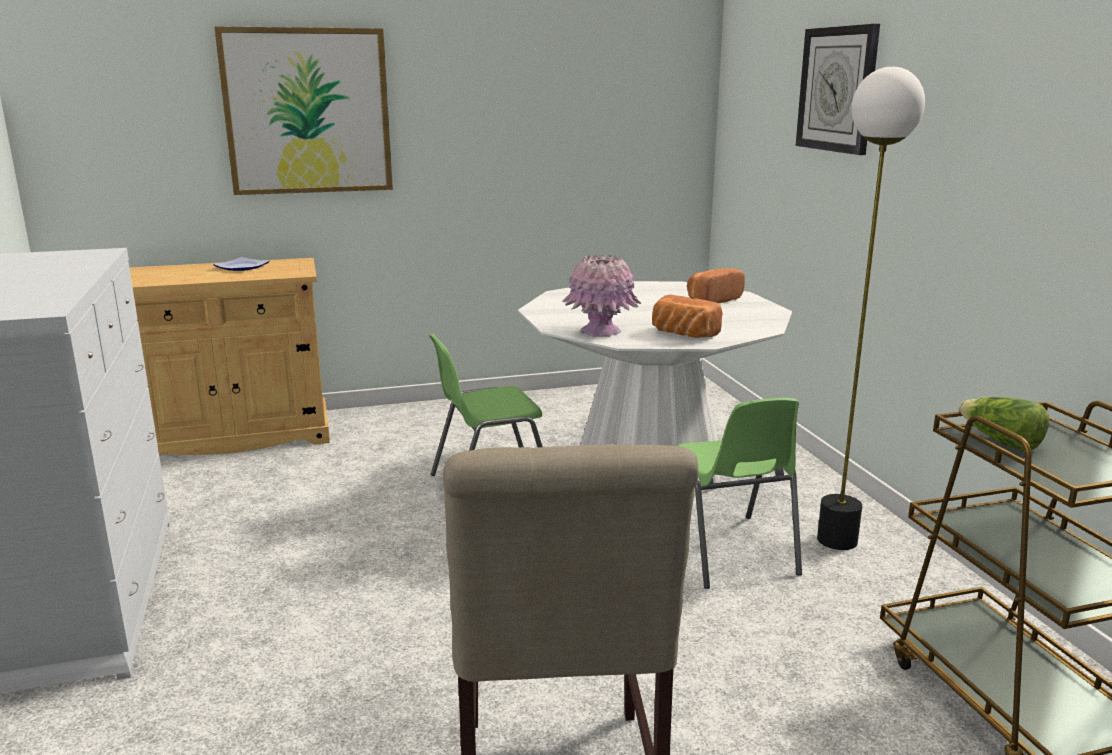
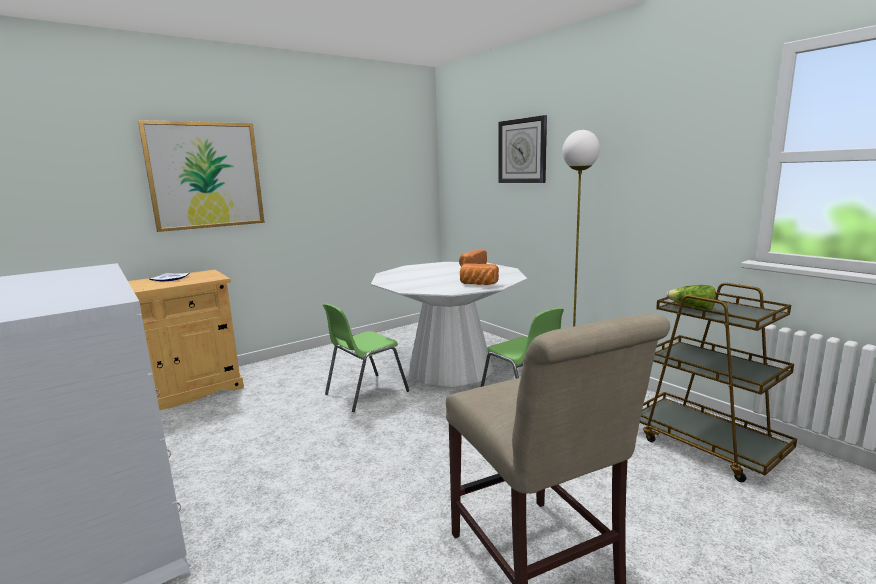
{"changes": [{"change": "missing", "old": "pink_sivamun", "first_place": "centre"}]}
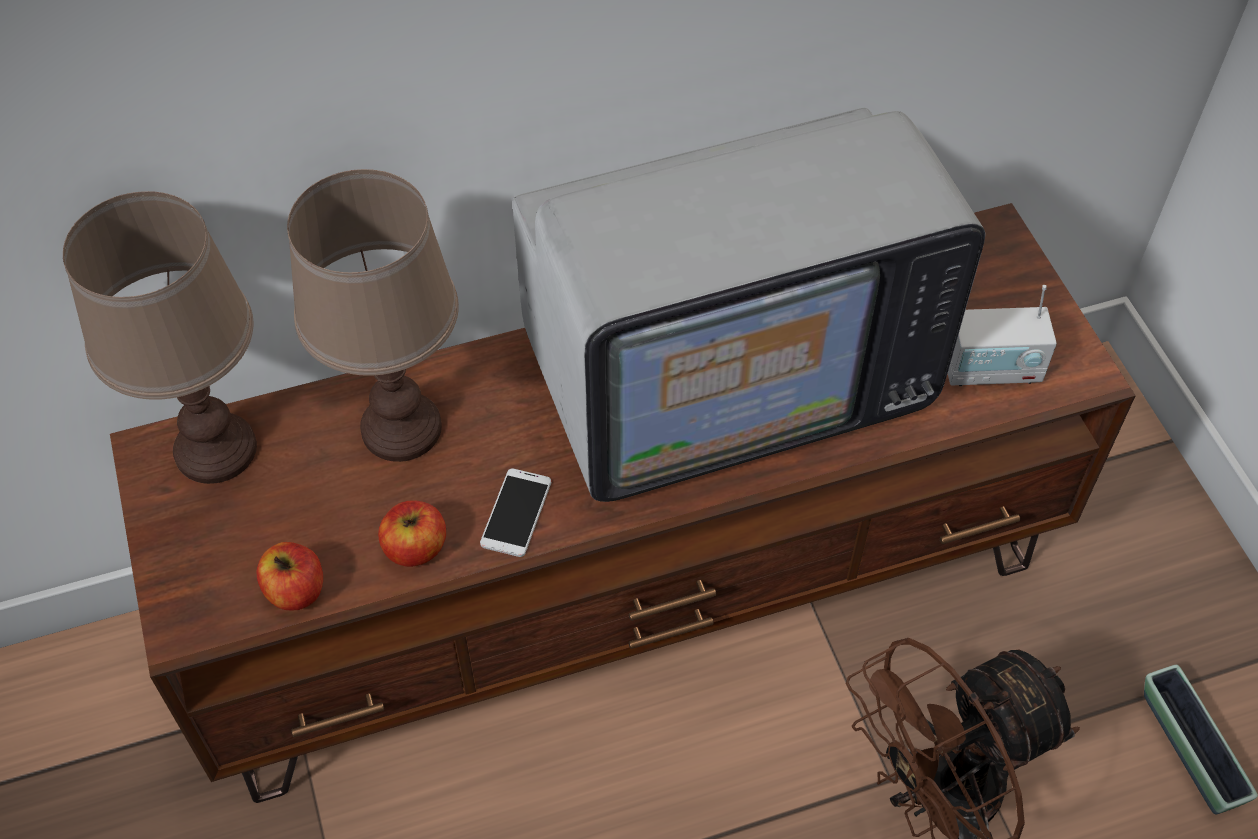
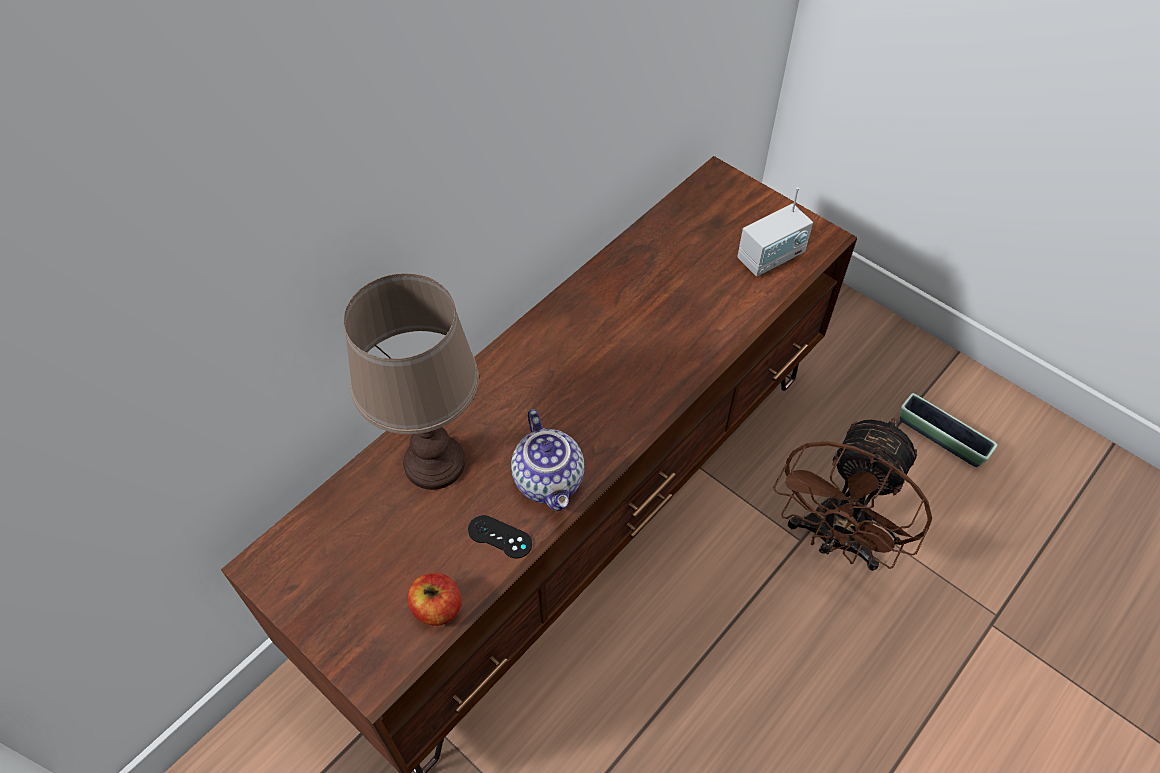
{"changes": [{"change": "exchanged", "old": "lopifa (no. 2 from left)", "new": "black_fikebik", "first_place": "middle left", "second_place": "bottom centre"}, {"change": "exchanged", "old": "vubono", "new": "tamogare", "first_place": "centre", "second_place": "centre"}, {"change": "missing", "old": "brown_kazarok (no. 1 from left)", "first_place": "middle left"}, {"change": "missing", "old": "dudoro", "first_place": "centre"}]}
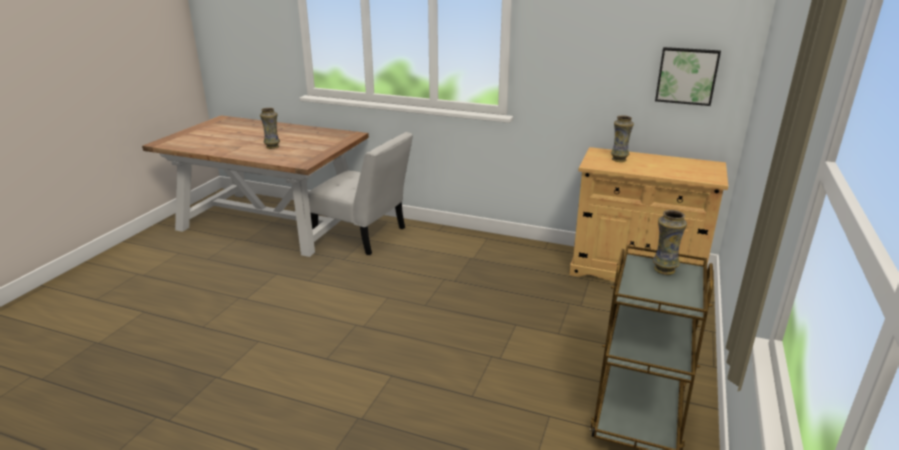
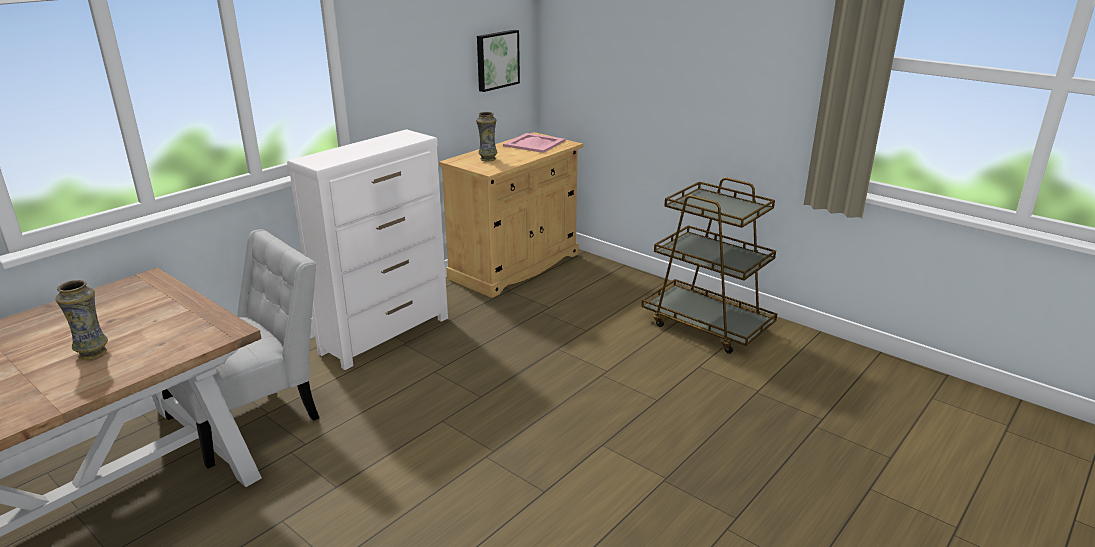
{"changes": [{"change": "appeared", "new": "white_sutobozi", "second_place": "centre"}, {"change": "appeared", "new": "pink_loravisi", "second_place": "top centre"}, {"change": "missing", "old": "sivamun (no. 3 from left)", "first_place": "middle right"}]}
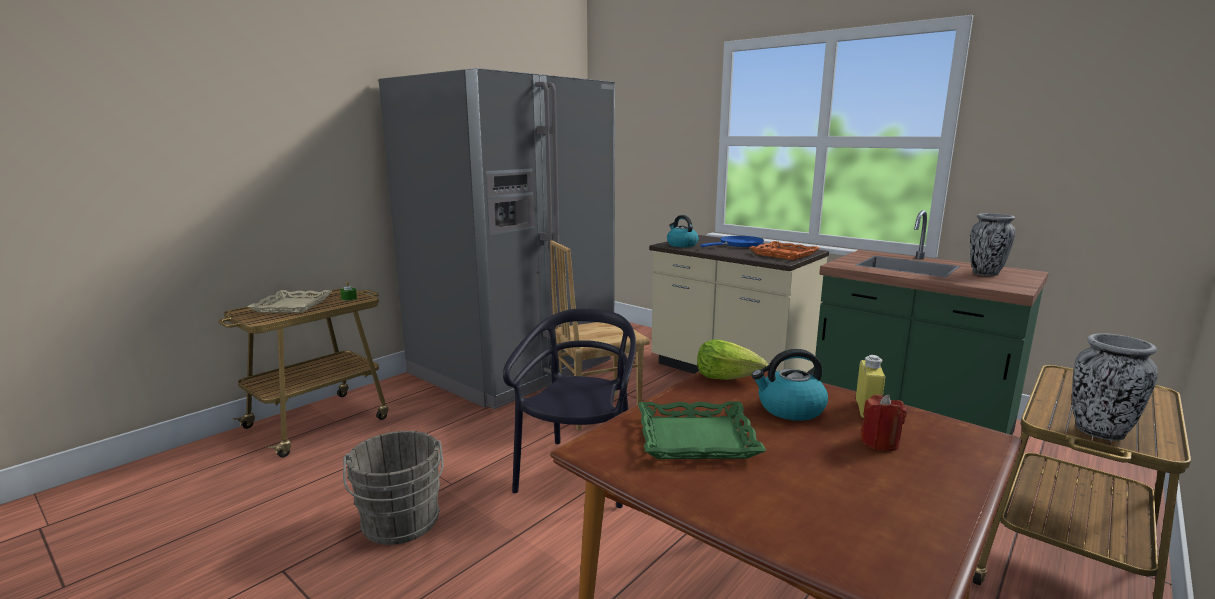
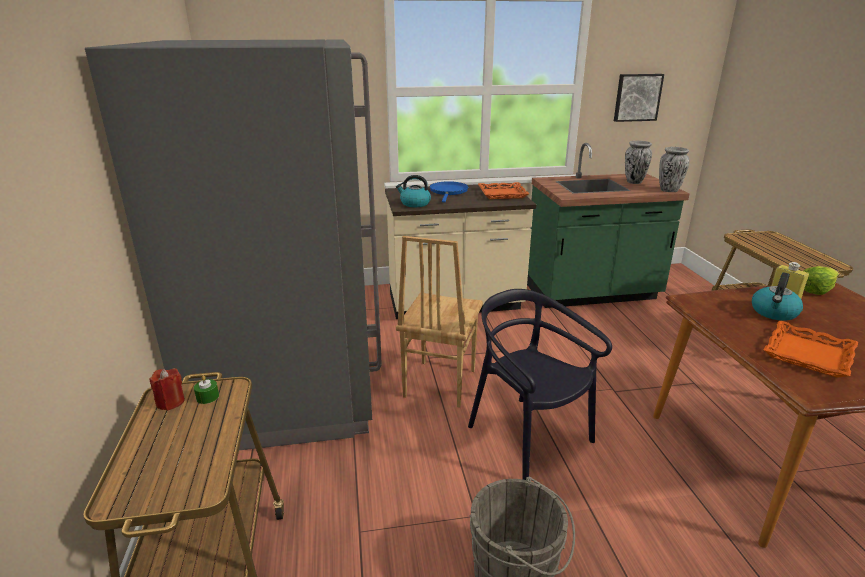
{"changes": [{"change": "relocated", "old": "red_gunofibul", "first_place": "bottom right", "second_place": "bottom left"}, {"change": "appeared", "new": "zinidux", "second_place": "top right"}, {"change": "relocated", "old": "sivamun (no. 2 from left)", "first_place": "middle right", "second_place": "top right"}, {"change": "colour", "old": "green_loravisi", "new": "orange_loravisi (no. 2 from left)", "first_place": "bottom centre", "second_place": "middle right"}, {"change": "relocated", "old": "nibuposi", "first_place": "centre", "second_place": "middle right"}, {"change": "missing", "old": "beige_loravisi", "first_place": "middle left"}]}
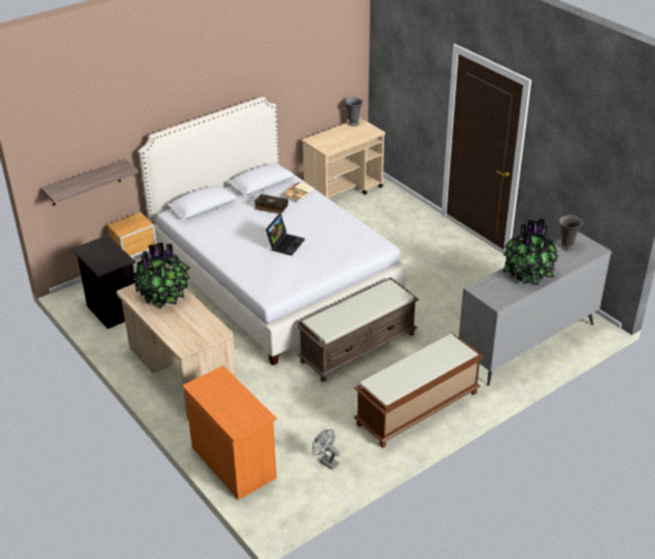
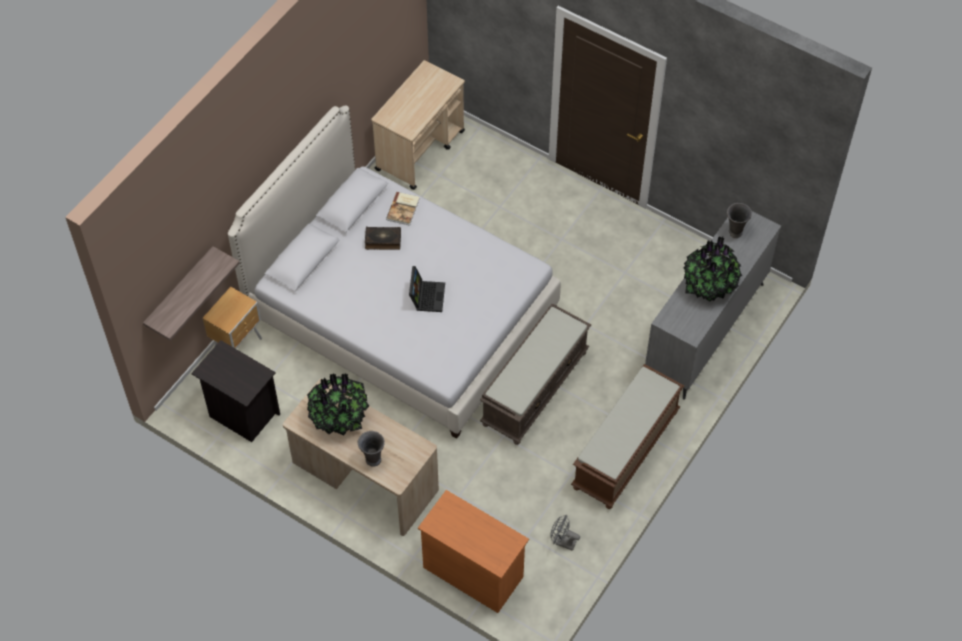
{"changes": [{"change": "relocated", "old": "grey_sivamun (no. 1 from left)", "first_place": "top centre", "second_place": "bottom centre"}]}
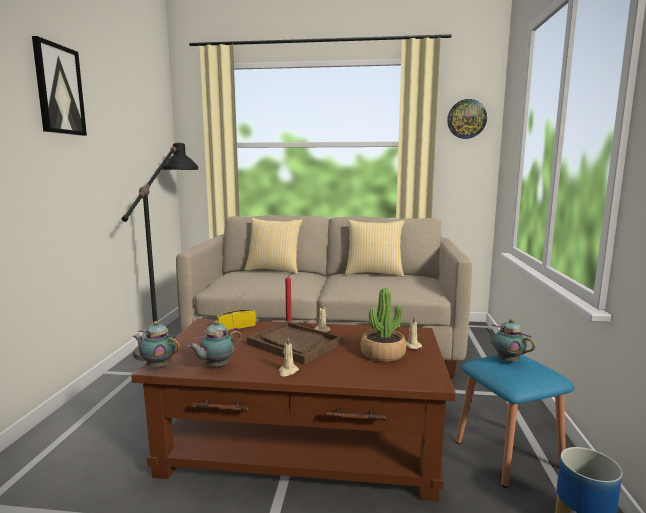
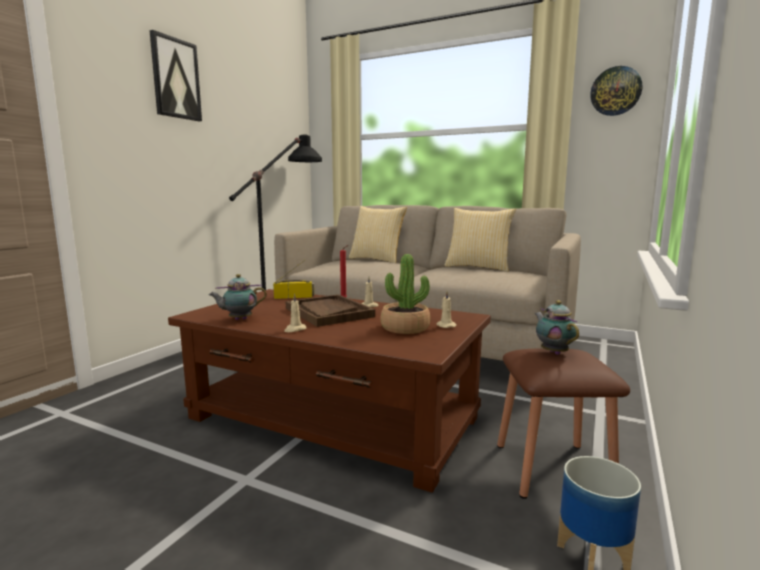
{"changes": [{"change": "colour", "old": "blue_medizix", "new": "brown_medizix", "first_place": "bottom right", "second_place": "bottom right"}, {"change": "missing", "old": "tamogare (no. 1 from left)", "first_place": "bottom left"}]}
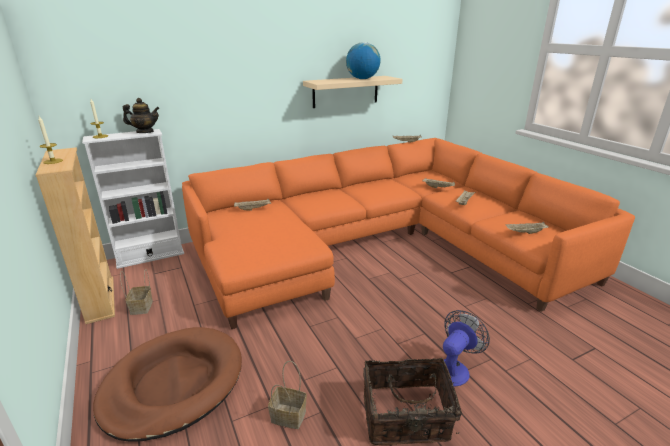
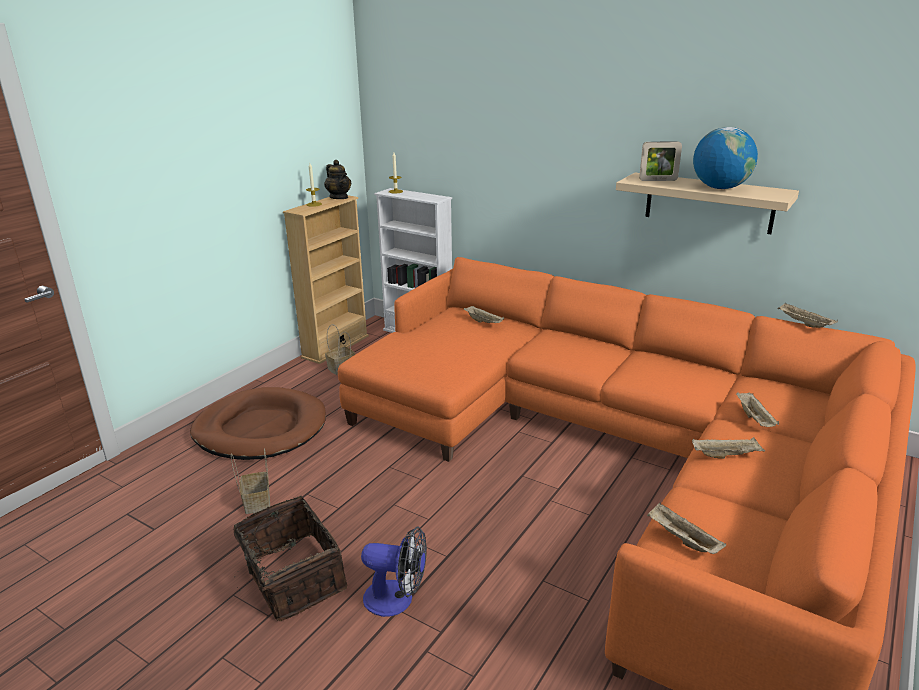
{"changes": [{"change": "relocated", "old": "tamogare", "first_place": "top left", "second_place": "top centre"}, {"change": "appeared", "new": "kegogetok", "second_place": "top right"}]}
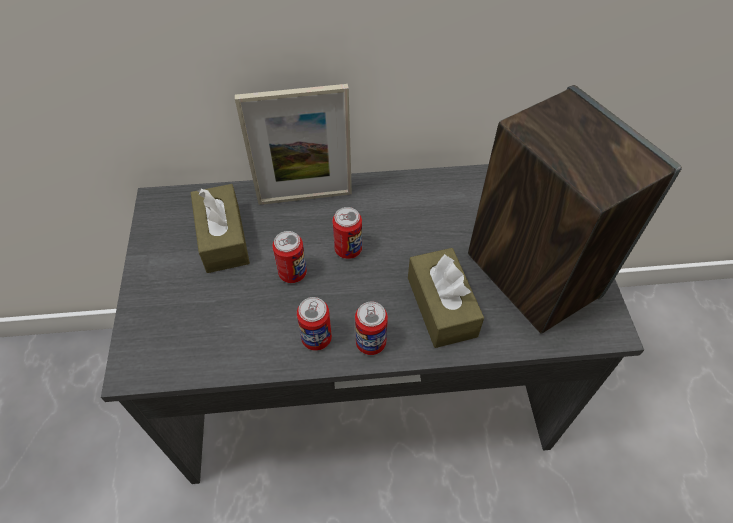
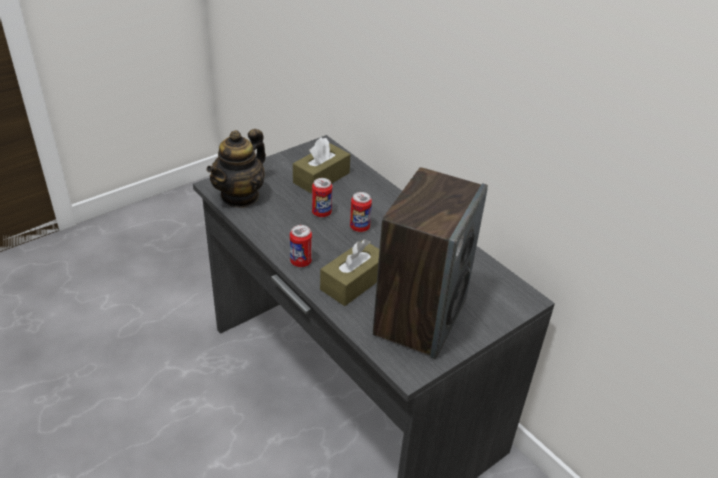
{"changes": [{"change": "appeared", "new": "tamogare", "second_place": "middle left"}, {"change": "missing", "old": "kegogetok", "first_place": "top centre"}, {"change": "missing", "old": "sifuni (no. 2 from left)", "first_place": "centre"}]}
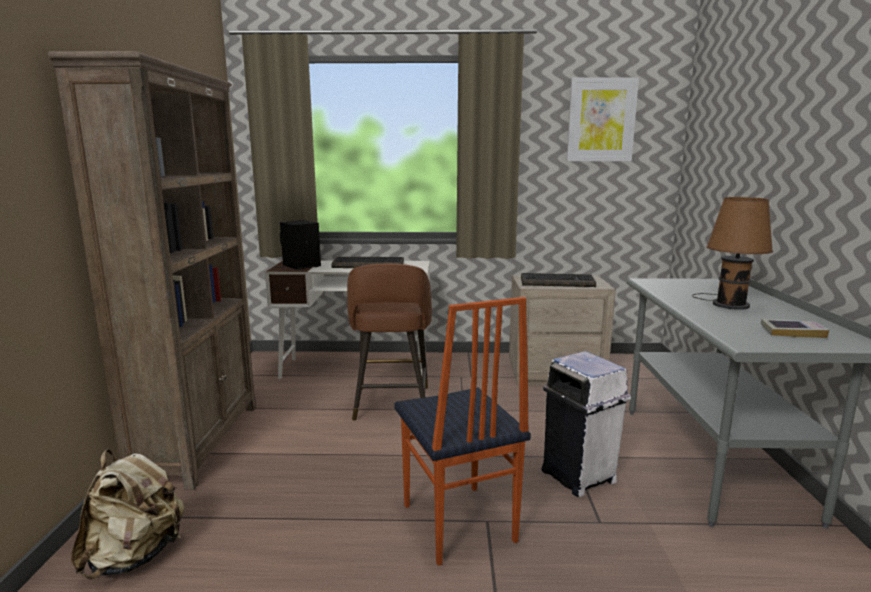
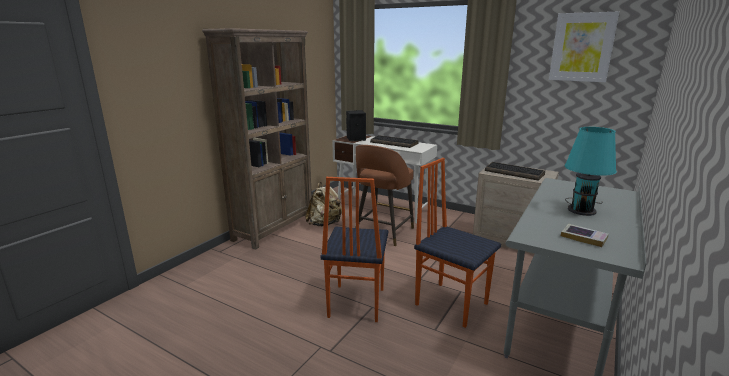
{"changes": [{"change": "relocated", "old": "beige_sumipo", "first_place": "bottom left", "second_place": "centre"}, {"change": "exchanged", "old": "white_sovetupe", "new": "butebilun (no. 2 from left)", "first_place": "bottom right", "second_place": "centre"}, {"change": "colour", "old": "brown_kazarok", "new": "turquoise_kazarok", "first_place": "middle right", "second_place": "middle right"}]}
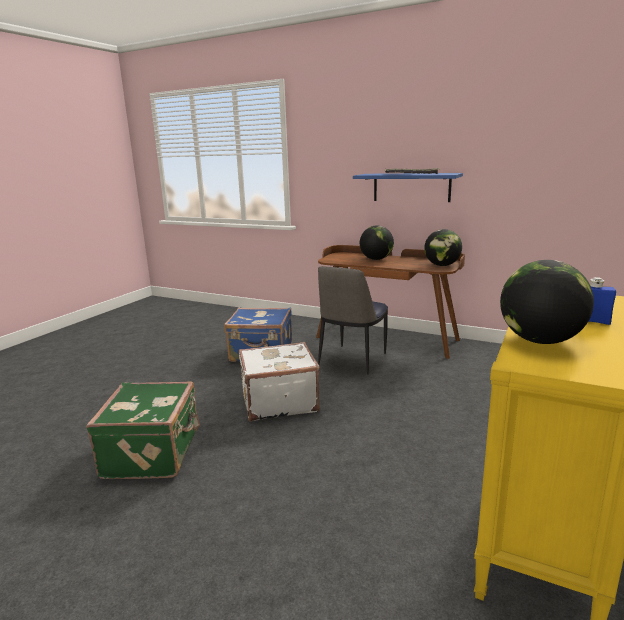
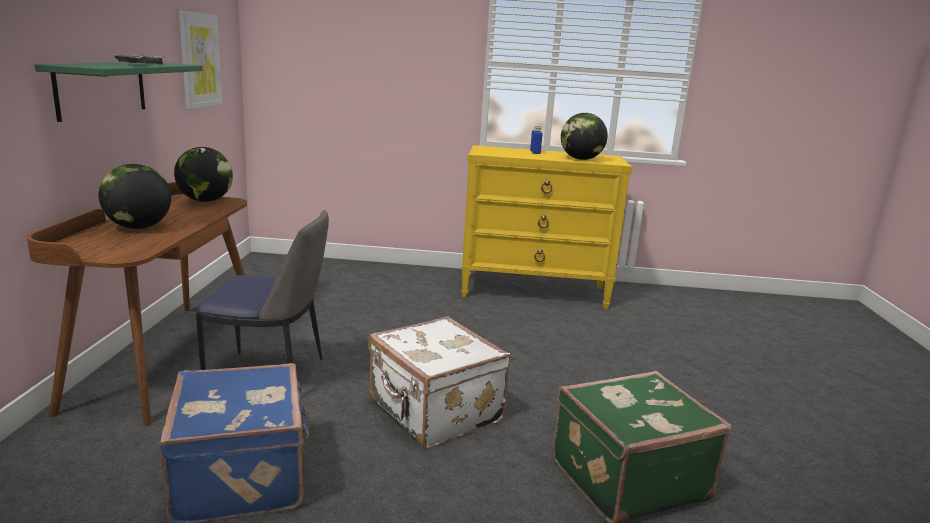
{"changes": [{"change": "colour", "old": "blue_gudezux", "new": "green_gudezux", "first_place": "top centre", "second_place": "top left"}, {"change": "appeared", "new": "zinidux", "second_place": "top left"}]}
